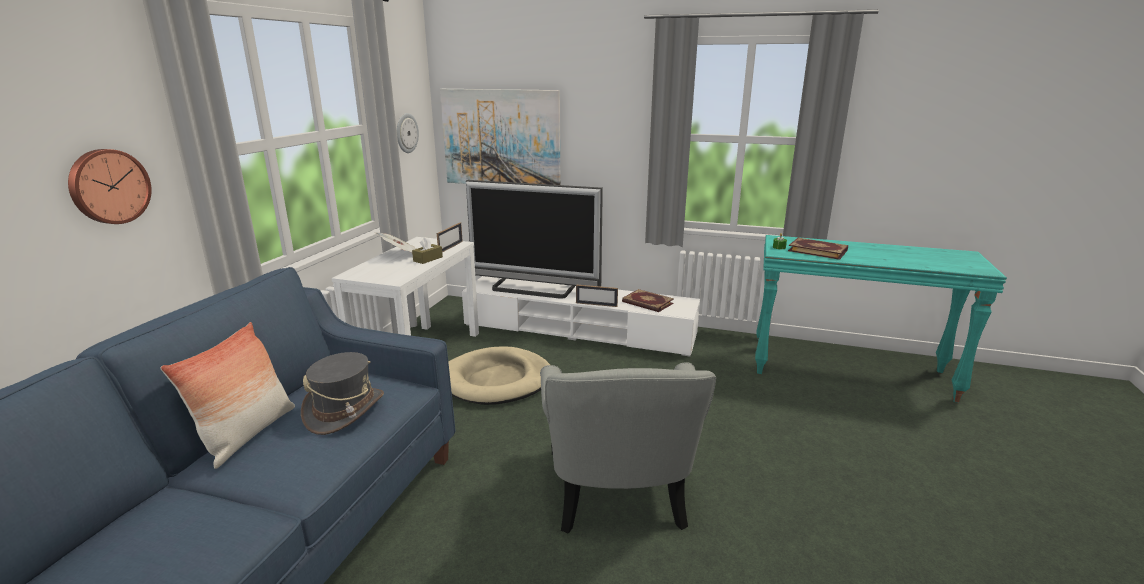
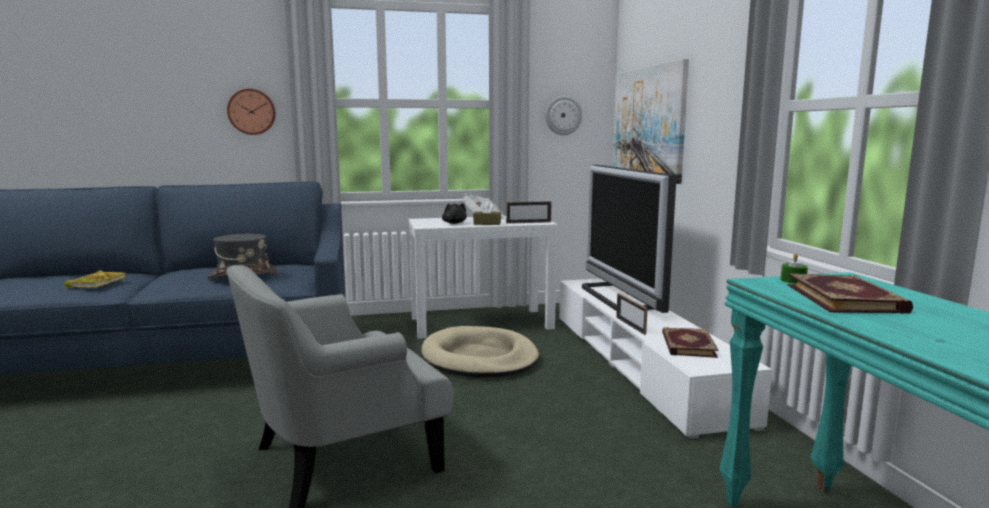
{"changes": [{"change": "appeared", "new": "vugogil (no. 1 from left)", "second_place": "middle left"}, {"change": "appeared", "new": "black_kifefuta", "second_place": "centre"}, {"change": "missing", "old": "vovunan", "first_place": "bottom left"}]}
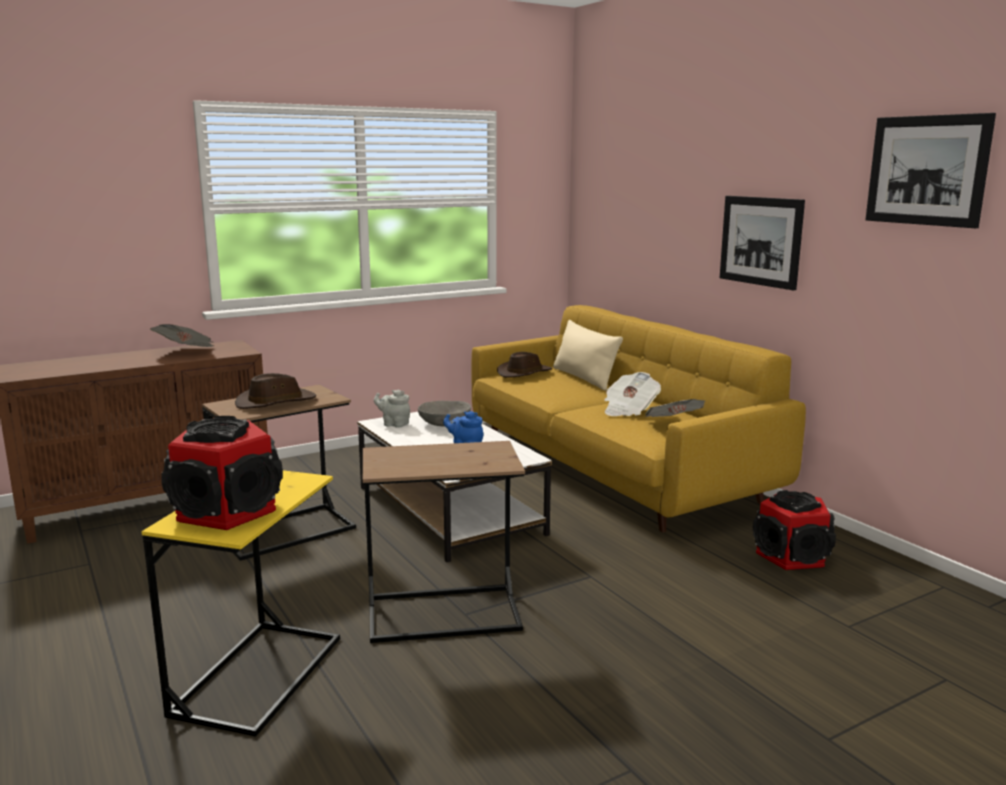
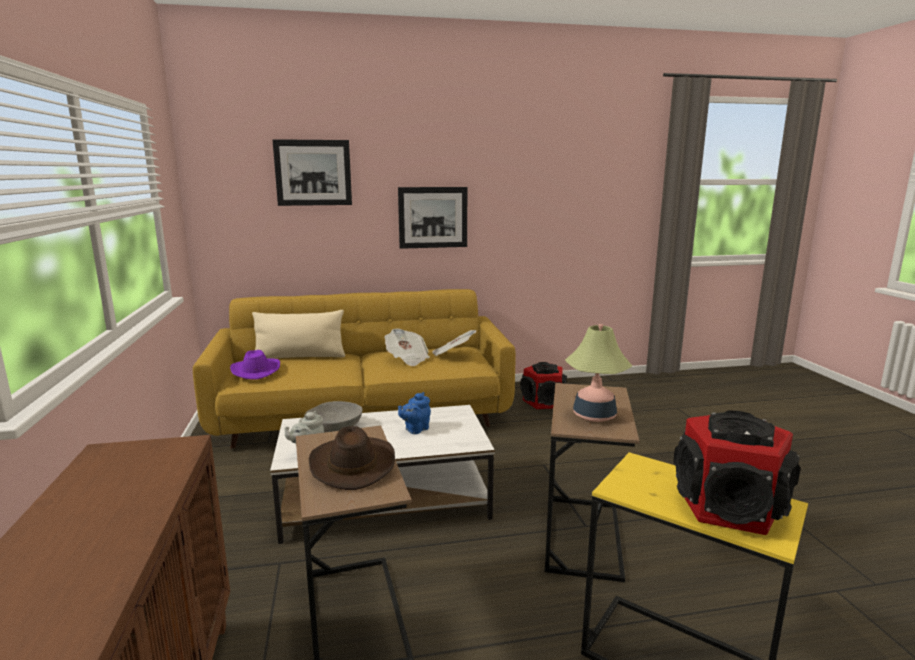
{"changes": [{"change": "colour", "old": "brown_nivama (no. 2 from left)", "new": "purple_nivama", "first_place": "centre", "second_place": "middle left"}, {"change": "relocated", "old": "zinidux (no. 2 from left in the first image)", "new": "zinidux (no. 1 from left)", "first_place": "top right", "second_place": "top centre"}, {"change": "appeared", "new": "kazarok", "second_place": "centre"}, {"change": "missing", "old": "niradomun (no. 1 from left)", "first_place": "middle left"}]}
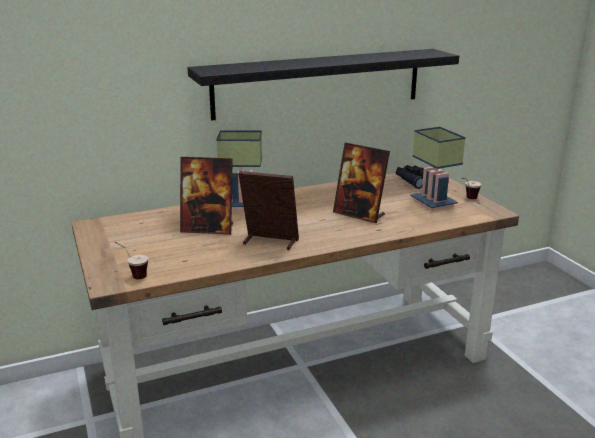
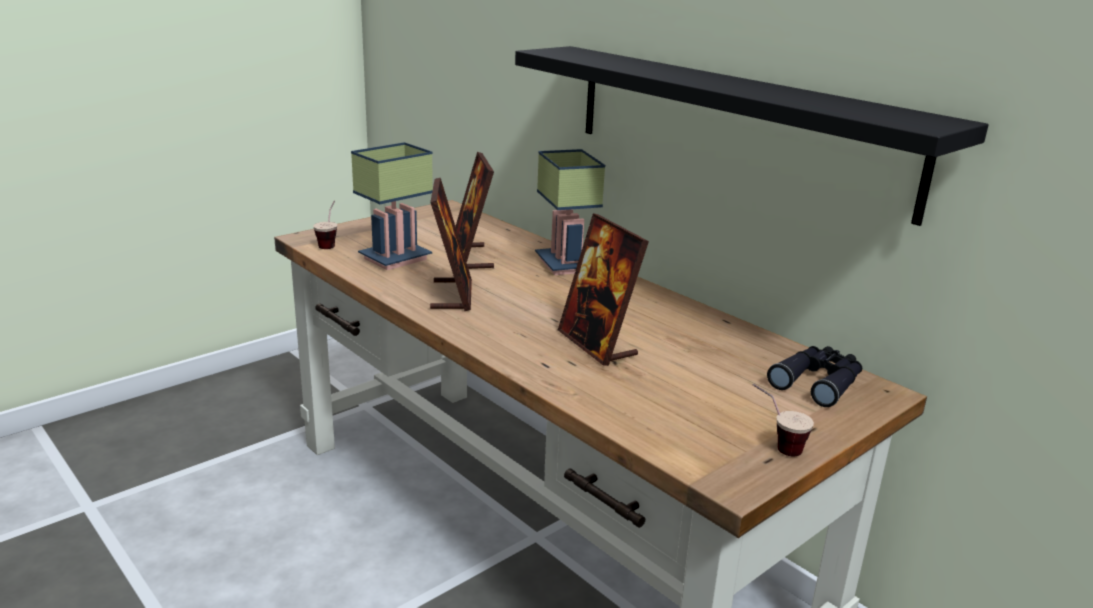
{"changes": [{"change": "relocated", "old": "kazarok (no. 2 from left in the first image)", "new": "kazarok (no. 1 from left)", "first_place": "middle right", "second_place": "centre"}, {"change": "spun", "old": "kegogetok (no. 3 from left)", "first_place": "centre", "second_place": "centre", "degrees": -45}]}
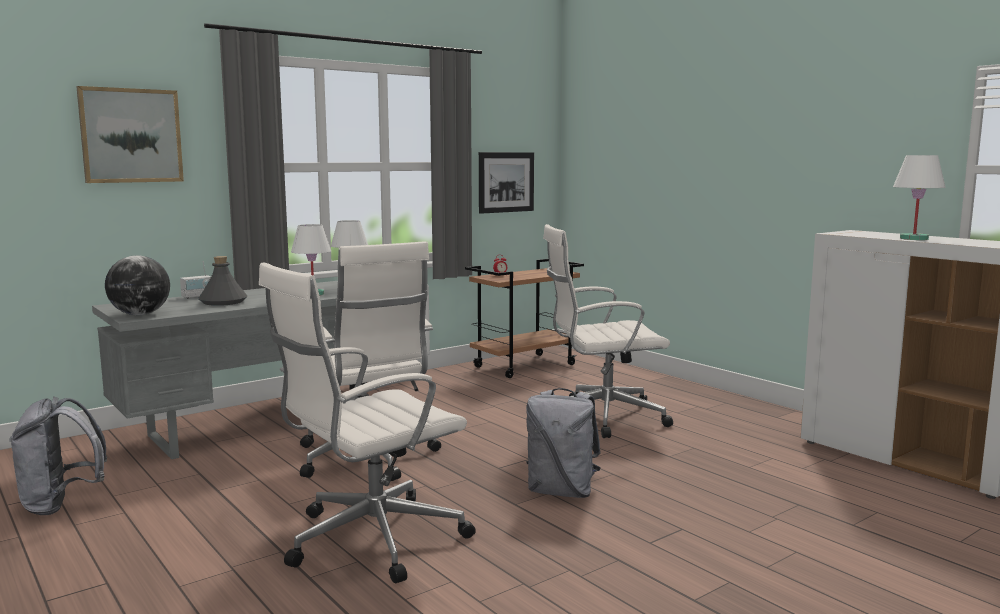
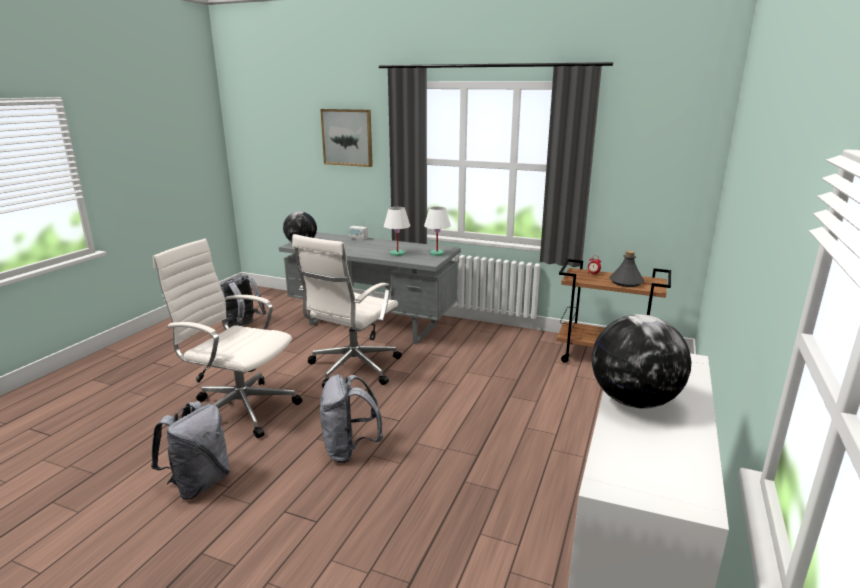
{"changes": [{"change": "appeared", "new": "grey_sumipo (no. 1 from left)", "second_place": "bottom left"}, {"change": "exchanged", "old": "white_kazarok (no. 3 from left)", "new": "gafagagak (no. 2 from left)", "first_place": "top right", "second_place": "middle right"}, {"change": "relocated", "old": "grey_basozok", "first_place": "middle left", "second_place": "middle right"}, {"change": "missing", "old": "zinidux (no. 2 from left)", "first_place": "top centre"}, {"change": "missing", "old": "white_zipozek (no. 3 from left)", "first_place": "centre"}]}
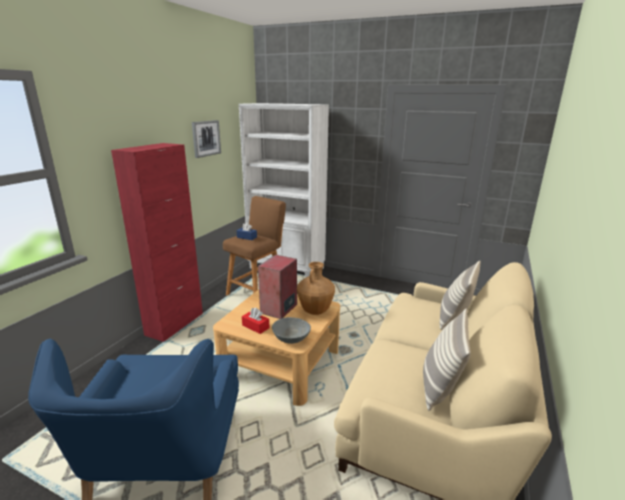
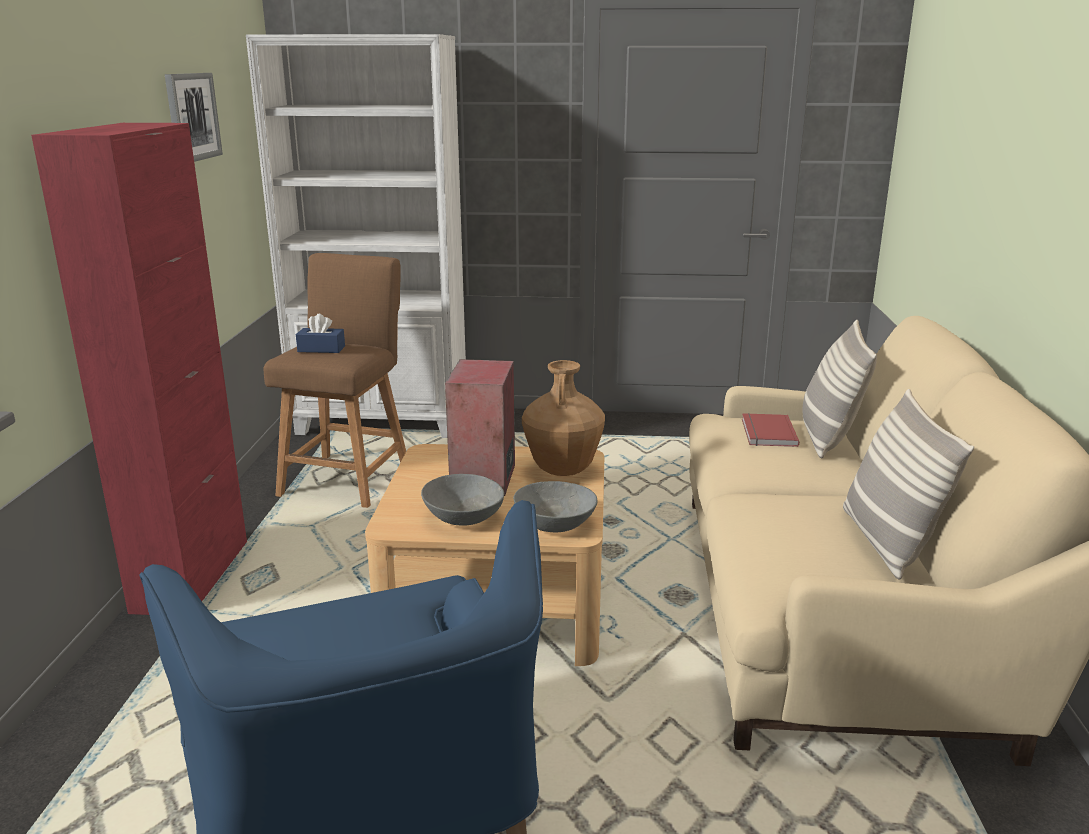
{"changes": [{"change": "exchanged", "old": "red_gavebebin", "new": "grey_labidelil (no. 1 from left)", "first_place": "centre", "second_place": "centre"}, {"change": "appeared", "new": "red_vugogil", "second_place": "middle right"}]}
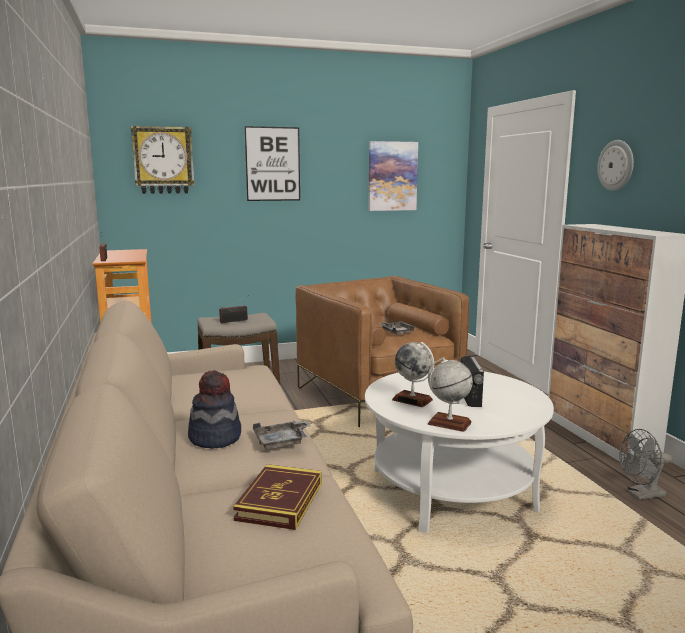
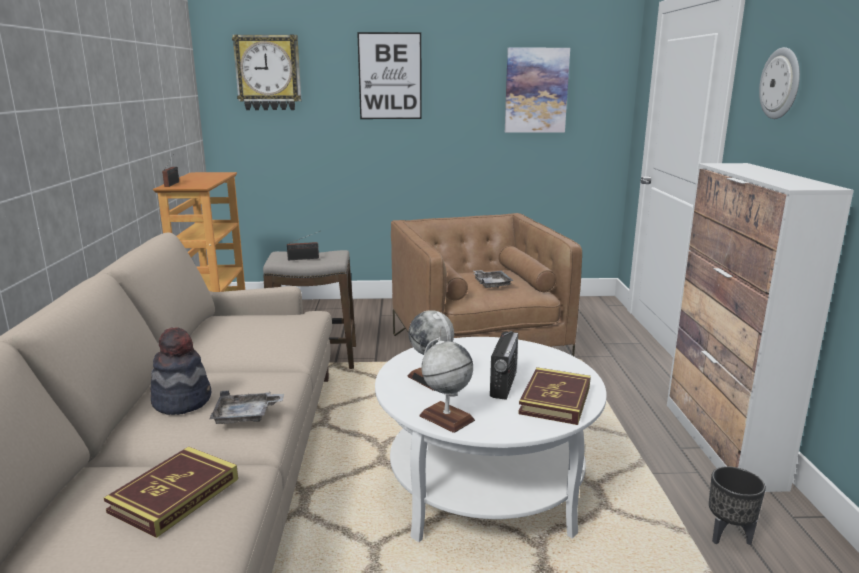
{"changes": [{"change": "appeared", "new": "vugogil (no. 2 from left)", "second_place": "bottom centre"}, {"change": "exchanged", "old": "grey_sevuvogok", "new": "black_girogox", "first_place": "bottom right", "second_place": "bottom right"}]}
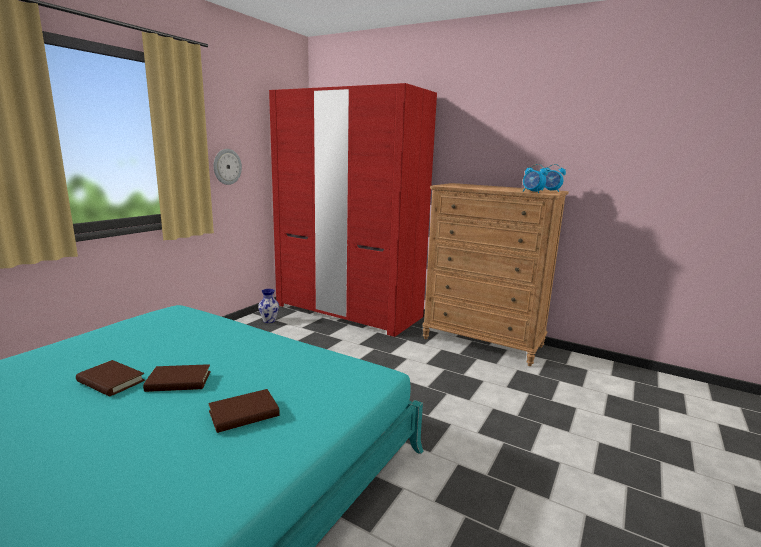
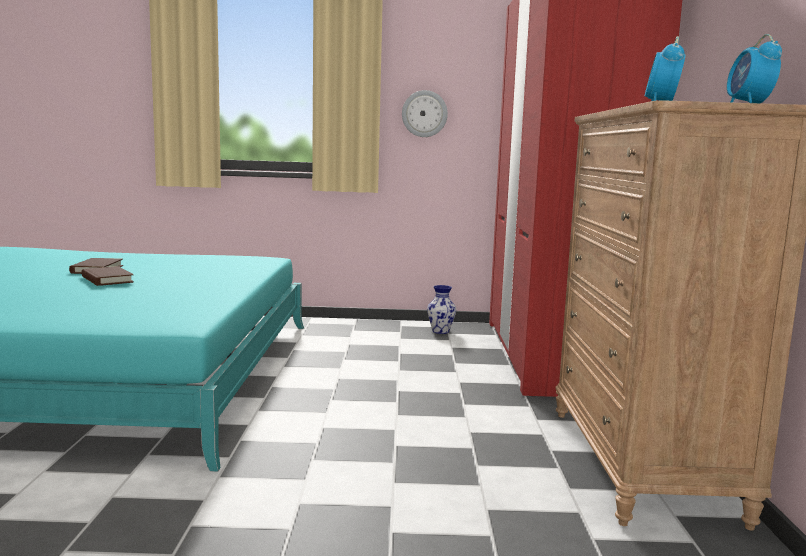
{"changes": [{"change": "missing", "old": "brown_vugogil (no. 3 from left)", "first_place": "bottom left"}]}
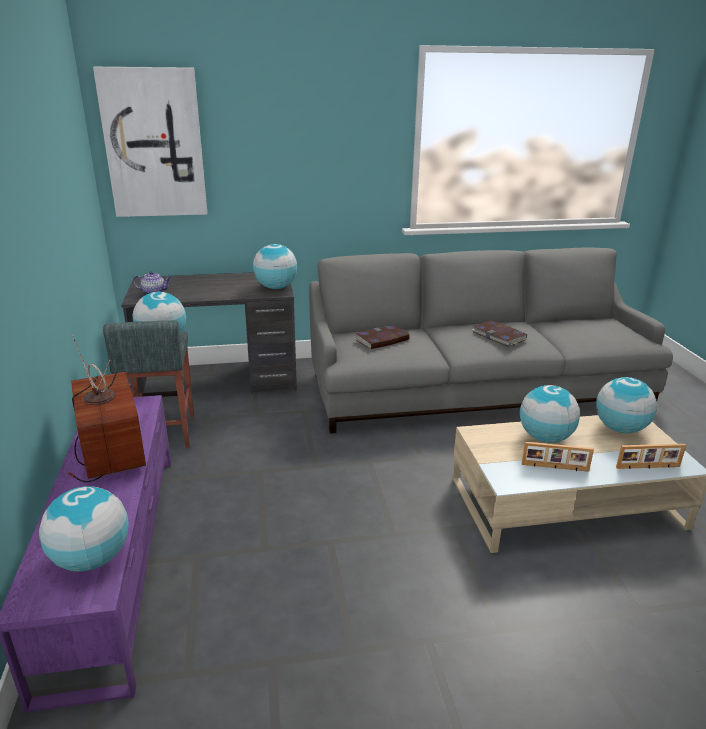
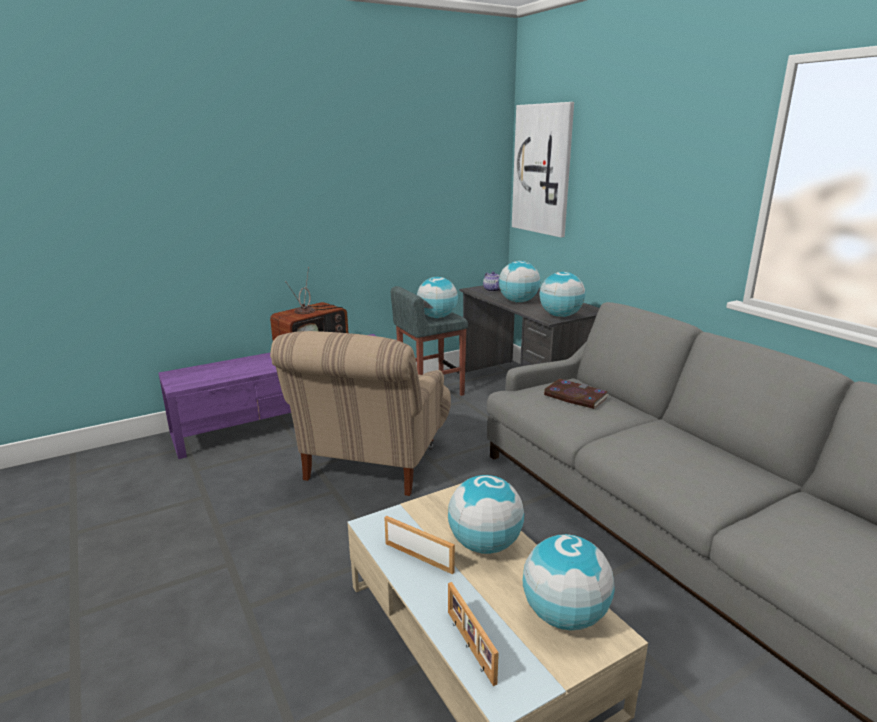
{"changes": [{"change": "appeared", "new": "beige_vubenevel", "second_place": "centre"}, {"change": "spun", "old": "kegogetok (no. 1 from left)", "first_place": "middle right", "second_place": "bottom centre", "degrees": 135}, {"change": "relocated", "old": "gafagagak (no. 1 from left in the first image)", "new": "gafagagak (no. 3 from left)", "first_place": "bottom left", "second_place": "centre"}, {"change": "missing", "old": "vugogil (no. 2 from left)", "first_place": "middle right"}]}
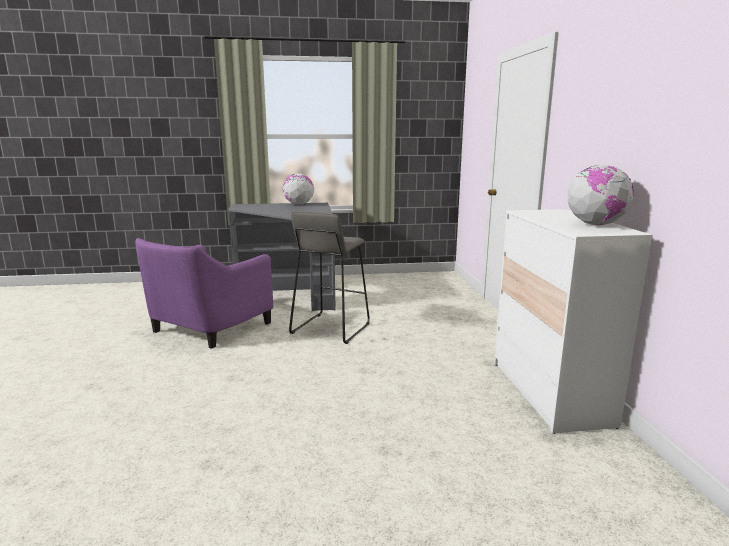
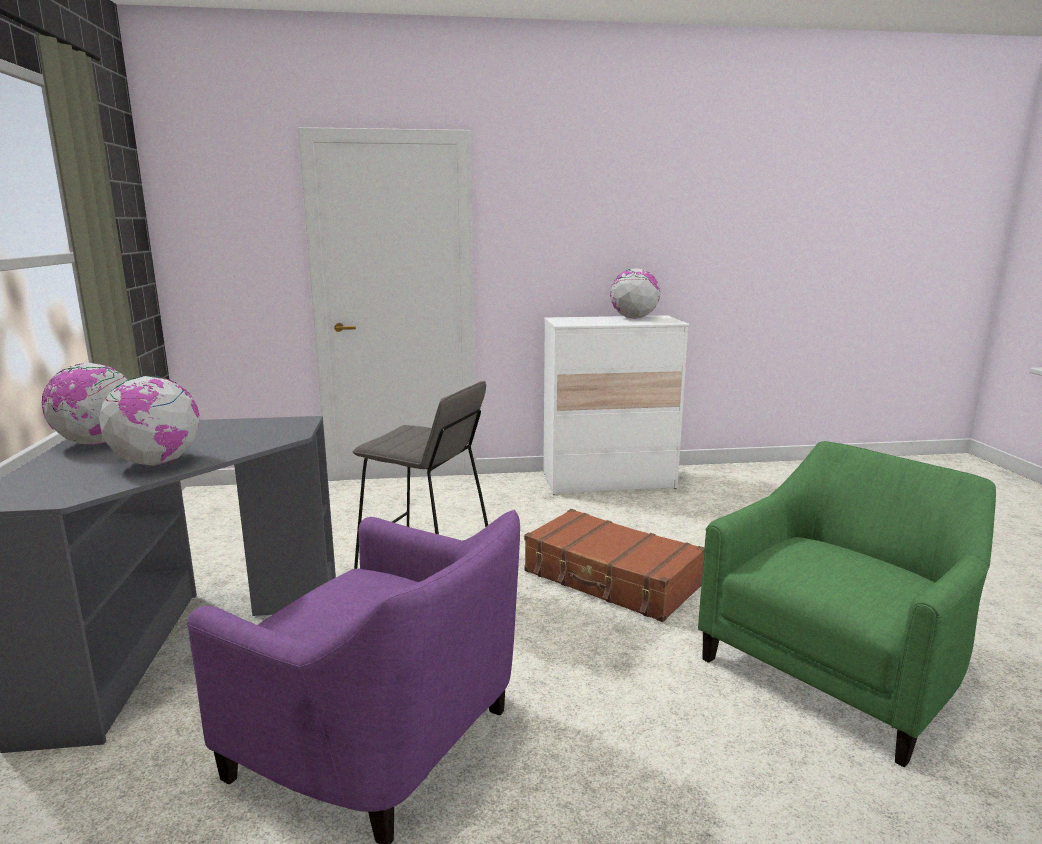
{"changes": [{"change": "appeared", "new": "gafagagak (no. 2 from left)", "second_place": "middle left"}, {"change": "appeared", "new": "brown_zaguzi", "second_place": "bottom centre"}, {"change": "appeared", "new": "green_vubenevel", "second_place": "bottom right"}]}
